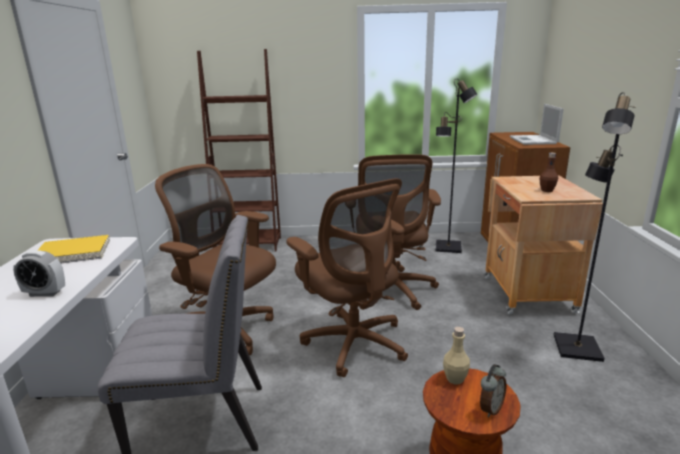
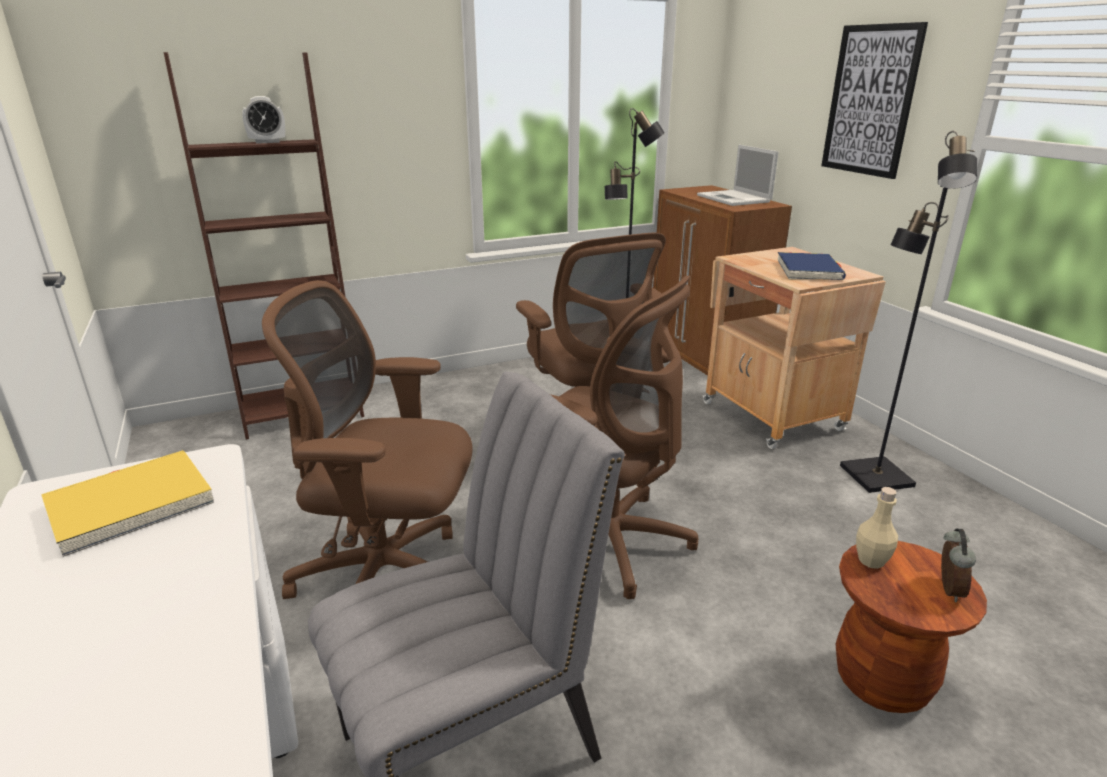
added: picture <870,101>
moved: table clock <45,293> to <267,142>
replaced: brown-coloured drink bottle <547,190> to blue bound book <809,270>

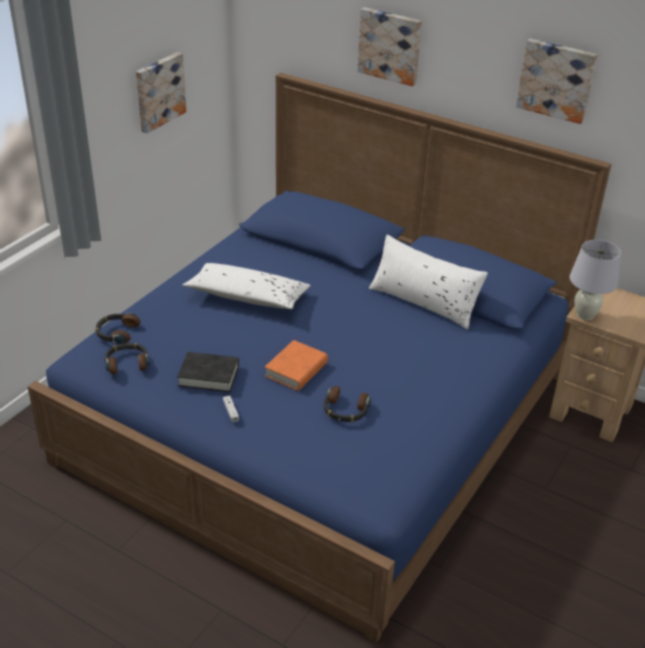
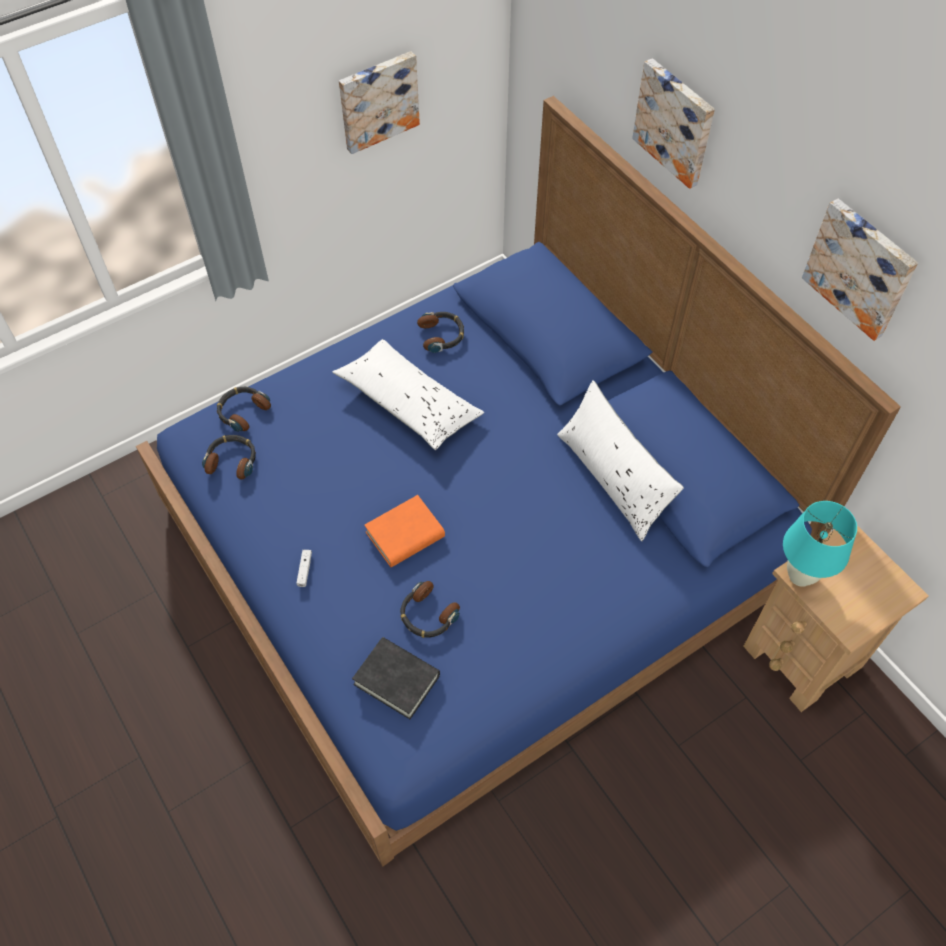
added: pair of headphones <442,335>
moved: black bound book <208,376> to <397,680>
recoloured: white lamp for a table <585,315> to turquoise lamp for a table <799,576>

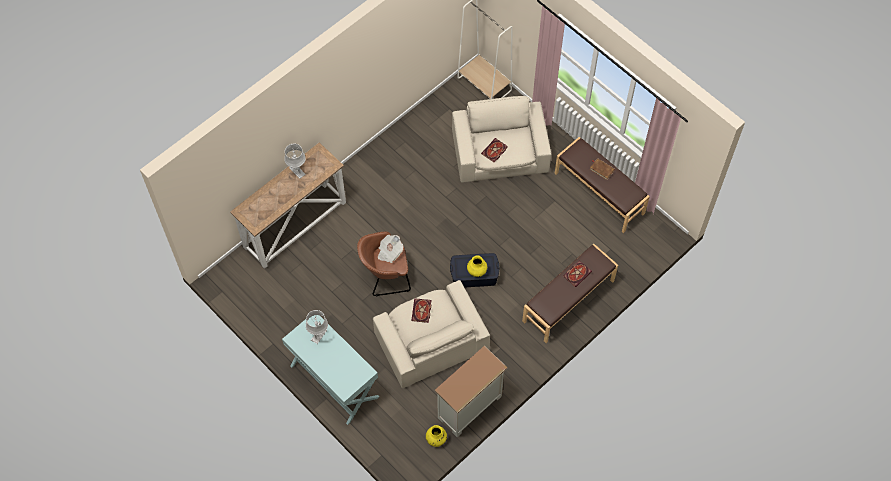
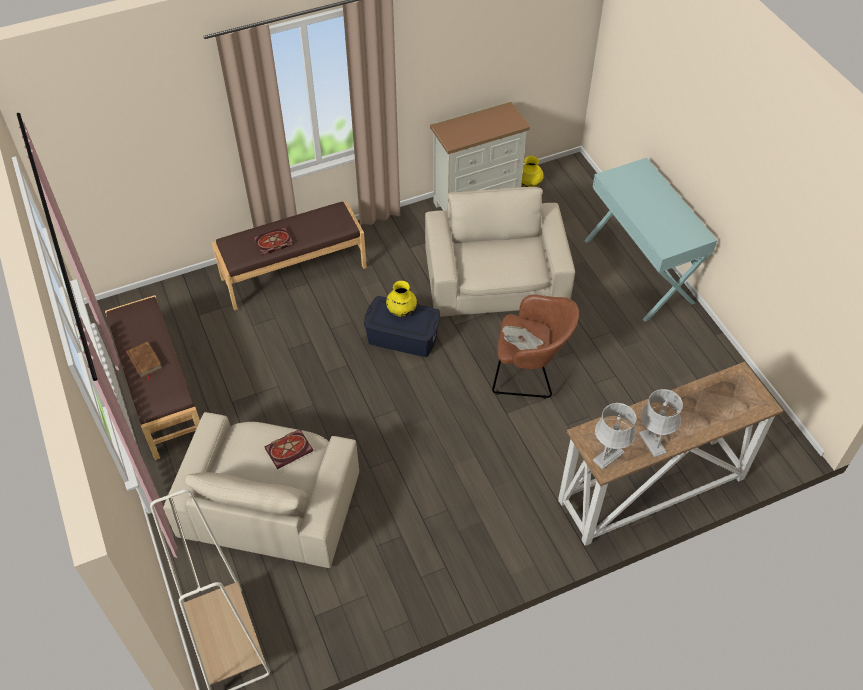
removed: bound book <422,311>
moved: gray lamp for a table <319,335> to <608,456>

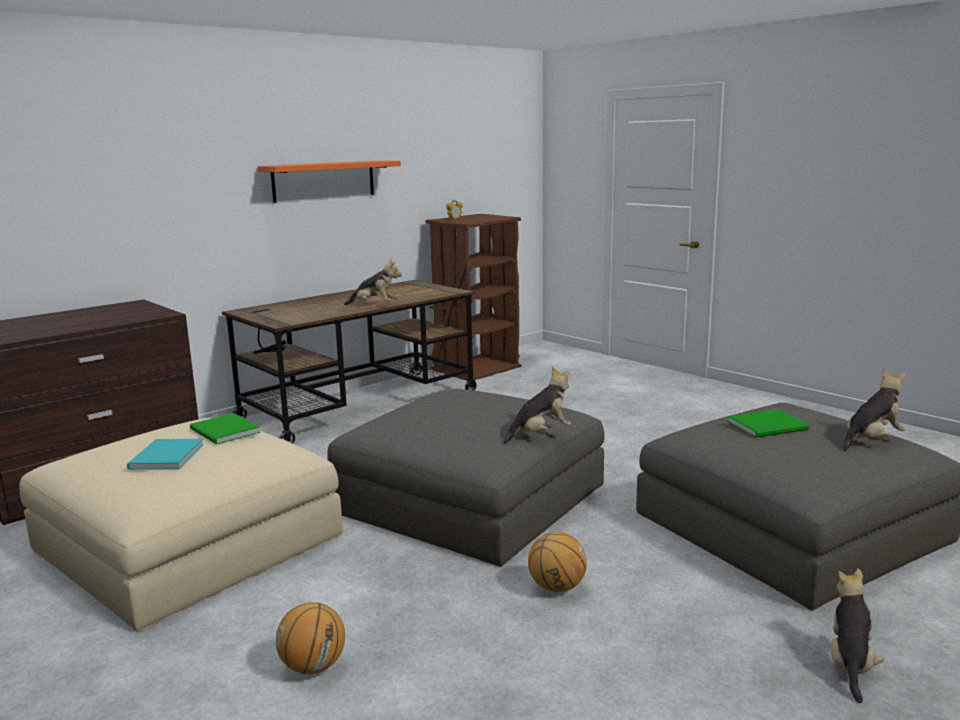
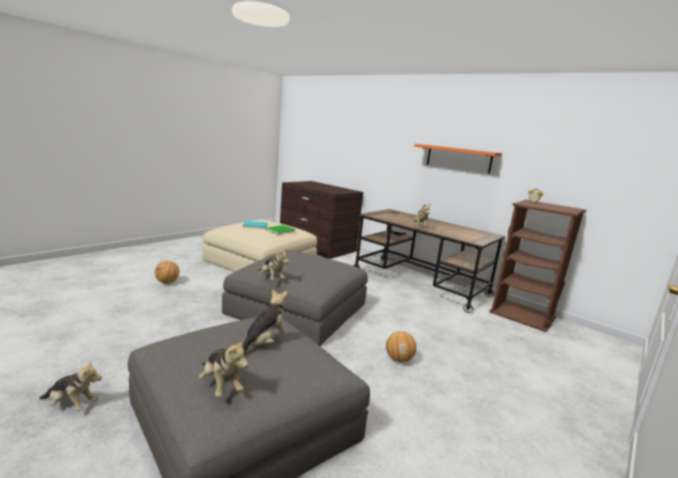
moved: basketball <556,587> to <398,359>
replaced: greenish bound book <770,426> to soft toy <264,343>

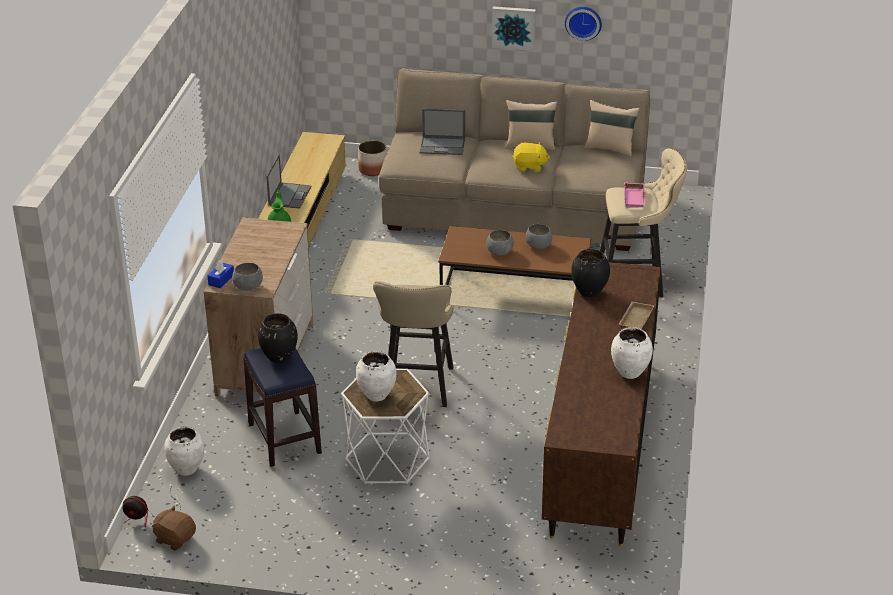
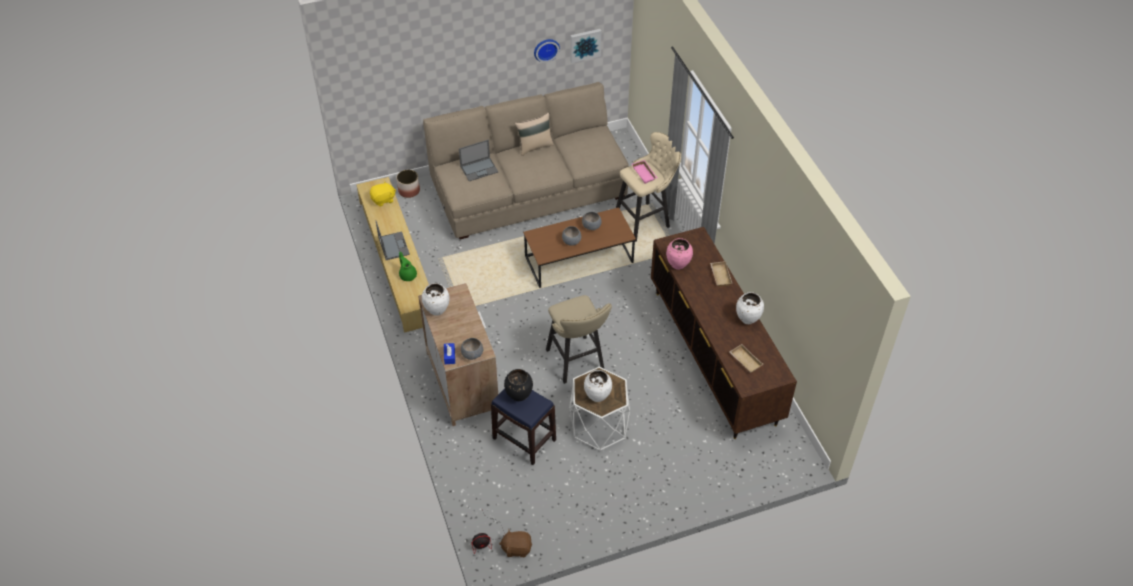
removed: beige throw pillow <610,148>
added: beige serving tray <744,360>
moved: yellow soft toy <529,166> to <383,200>; white flower vase <186,469> to <436,310>; picture <514,27> to <585,44>
recoloured: black flower vase <589,292> to pink-coloured flower vase <677,264>

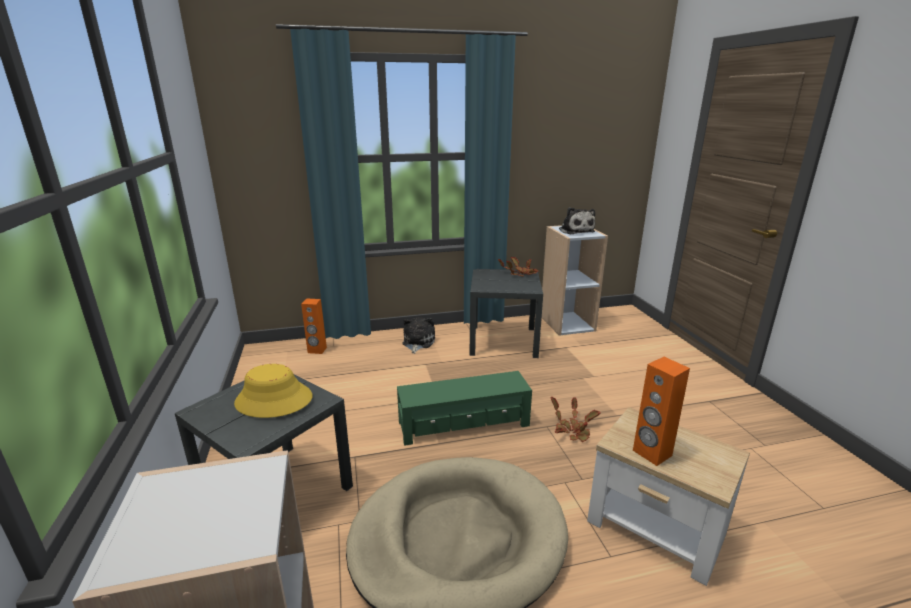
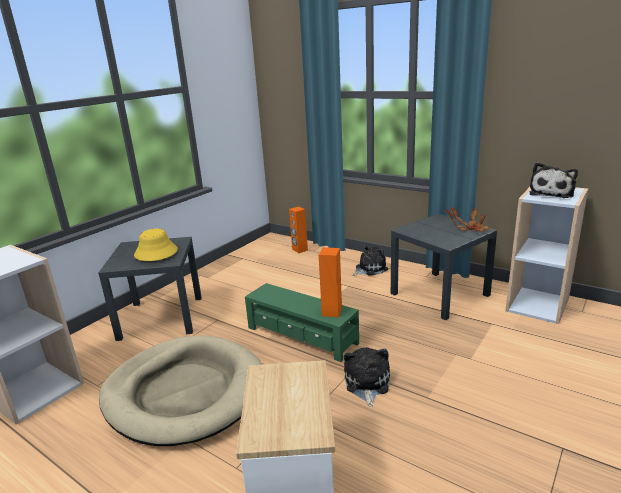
moved: orange-coloured audio speaker <651,453> to <331,311>
replaced: houseplant <572,430> to soft toy <366,384>

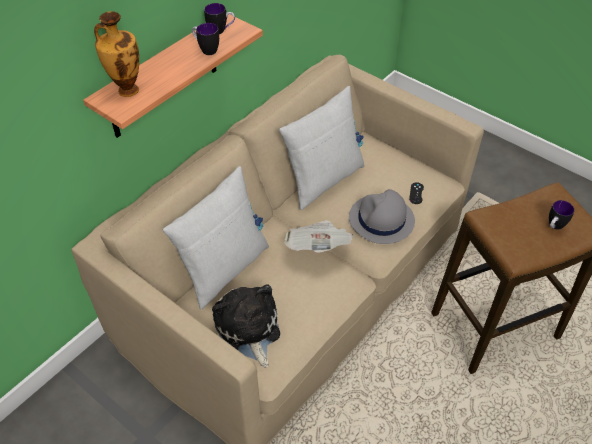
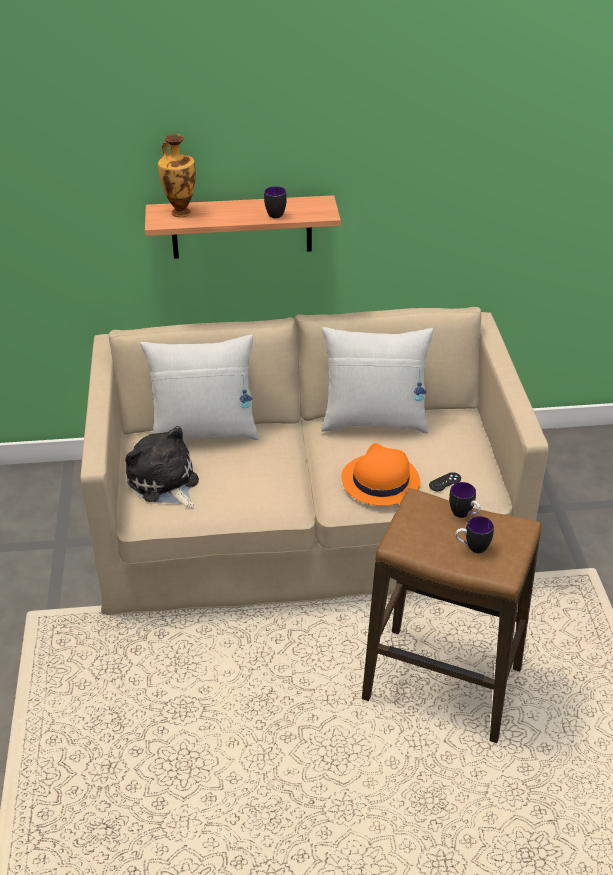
removed: daily paper <318,248>
moved: tea mug <221,31> to <464,515>
recoloured: gray wearable hat <381,220> to orange-coloured wearable hat <380,481>
turned: soft toy <248,330> = <164,483> 60 degrees counterclockwise

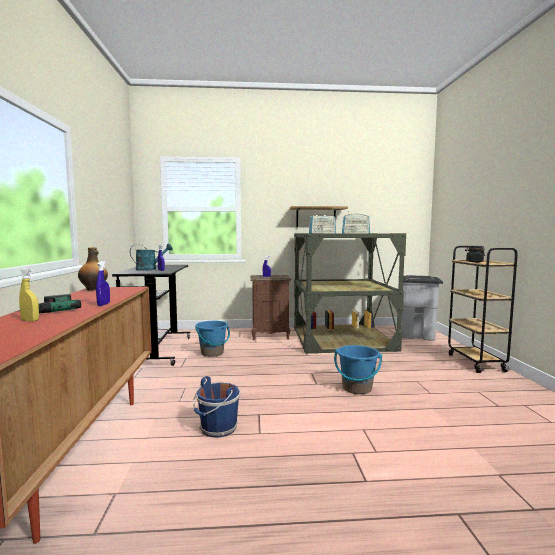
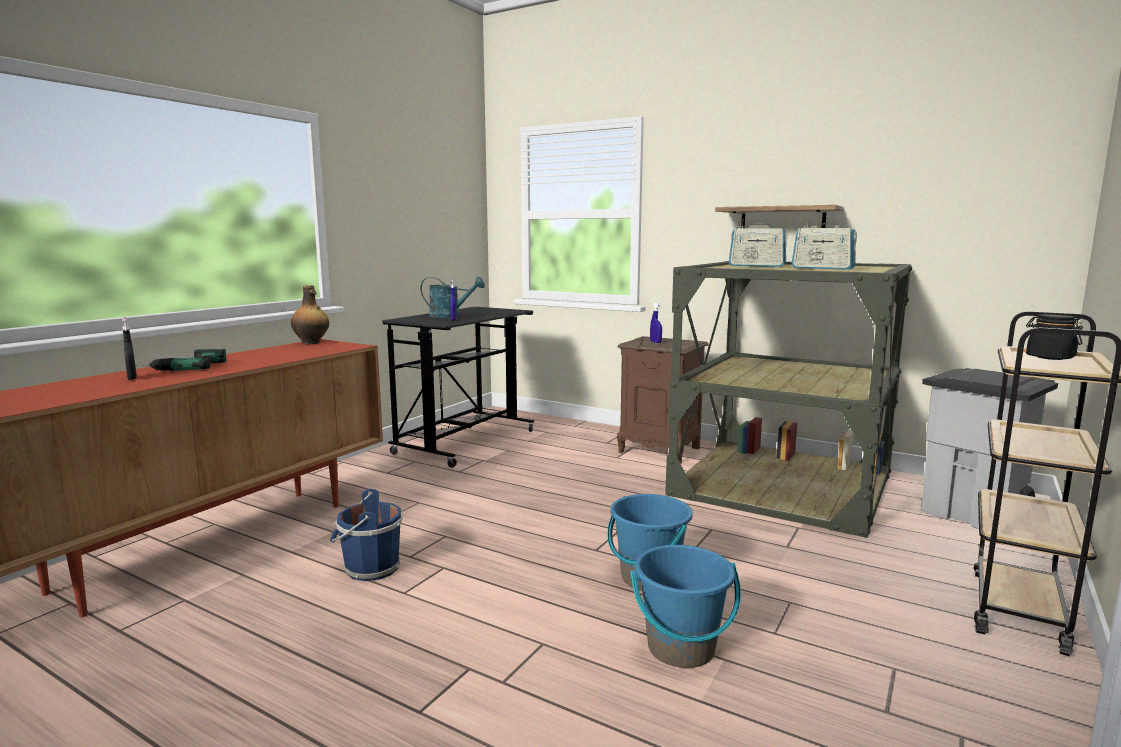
removed: blue spray bottle <103,304>
moved: blue bucket <212,353> to <681,649>
recoloured: yellow spray bottle <30,320> to black spray bottle <132,378>

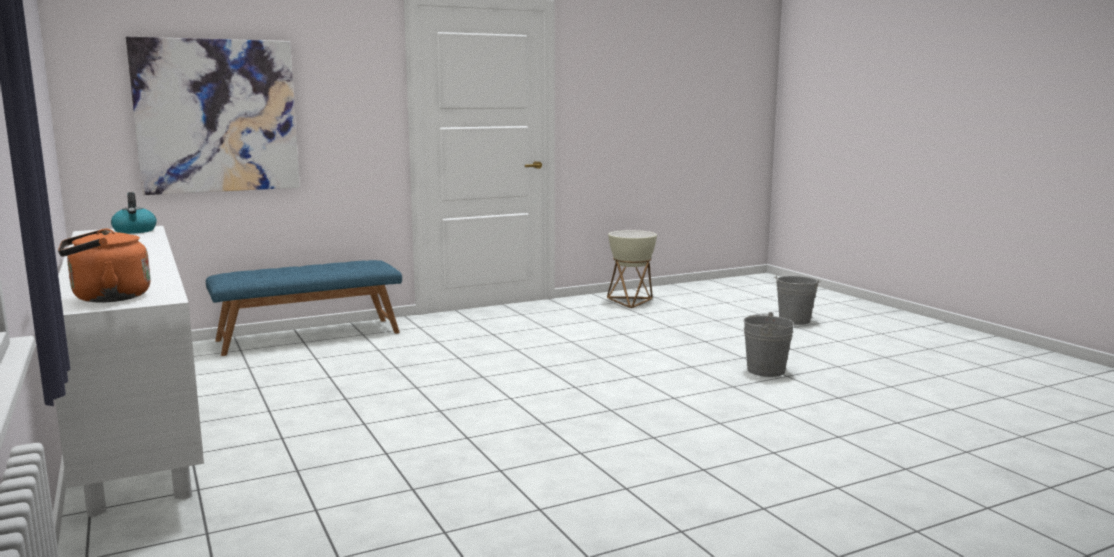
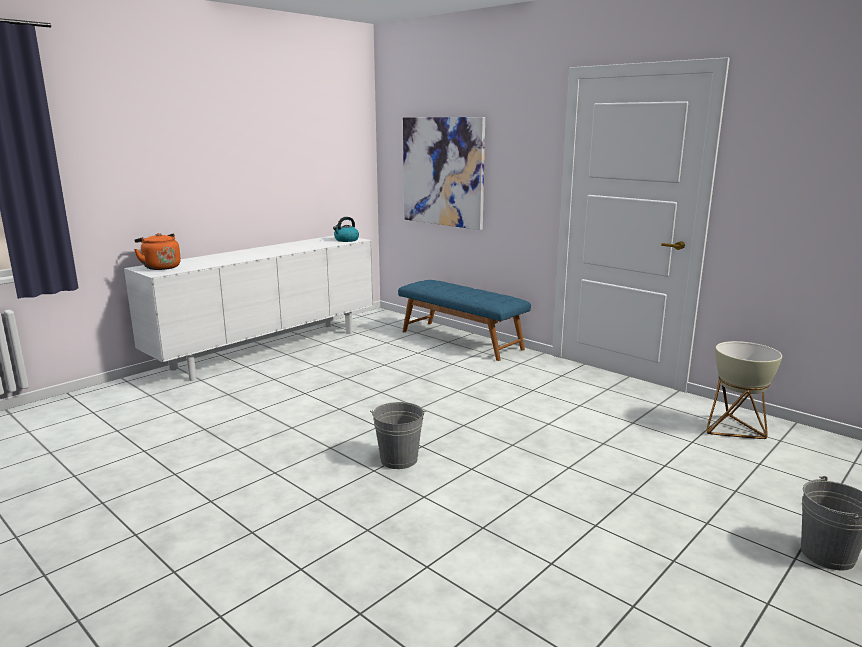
moved: gray bucket <766,370> to <399,459>

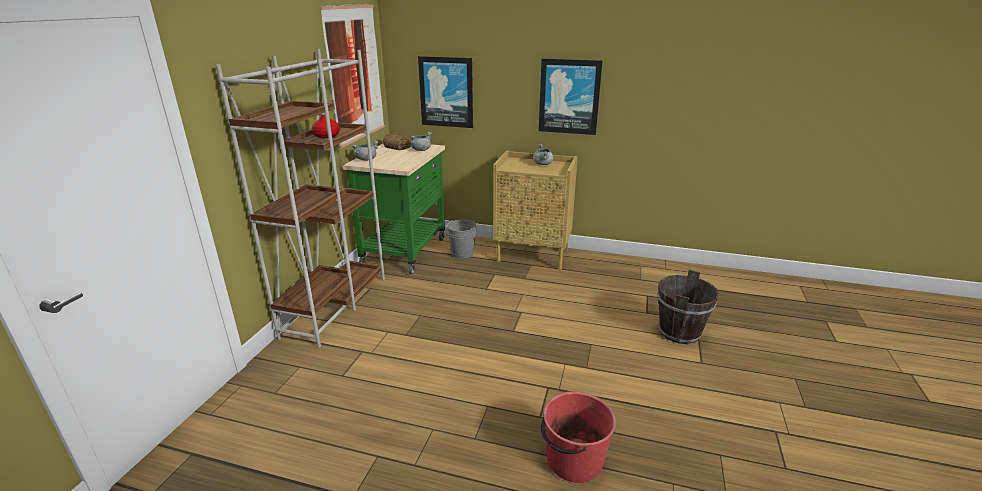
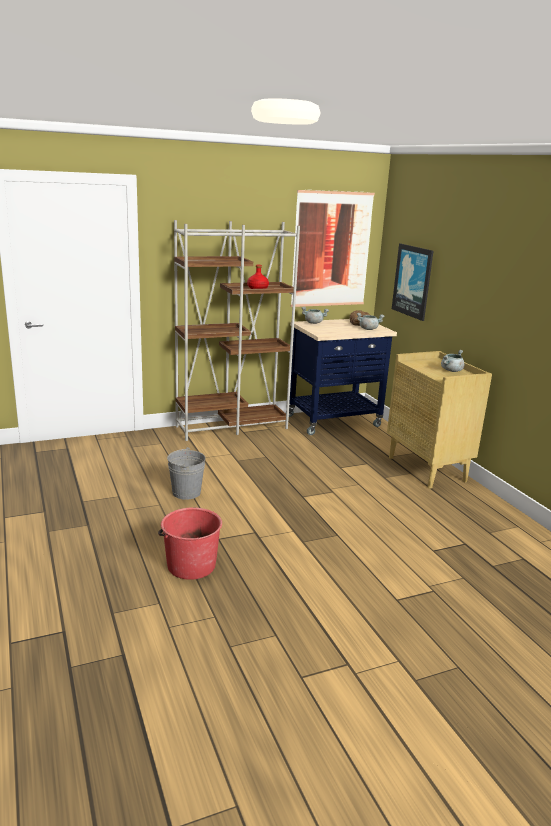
removed: picture <569,97>; brown-coloured bucket <679,332>
moved: gray bucket <462,253> to <186,492>
recoloured: greenish wheeled cart <404,251> to blue wheeled cart <333,421>

